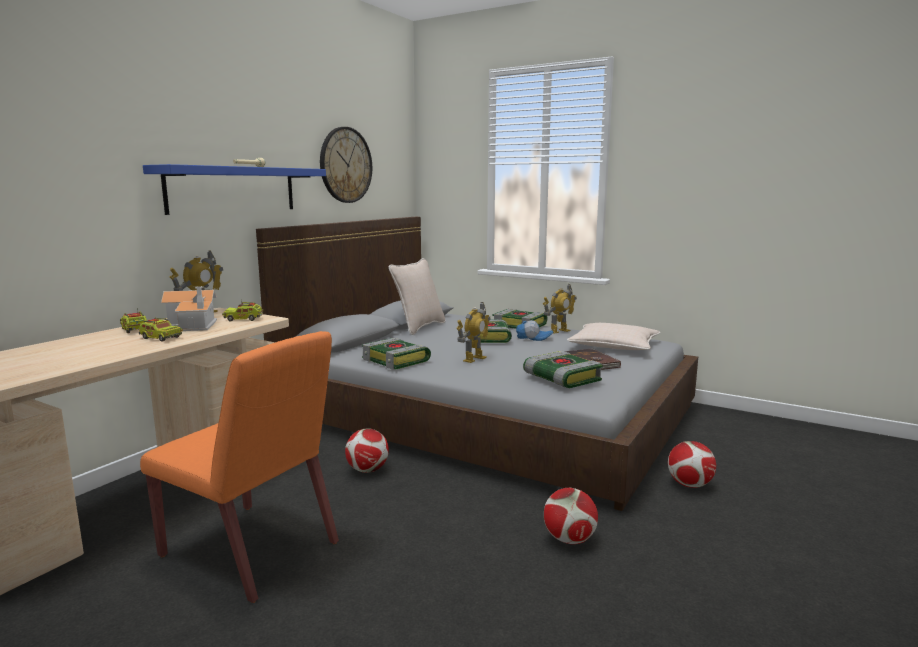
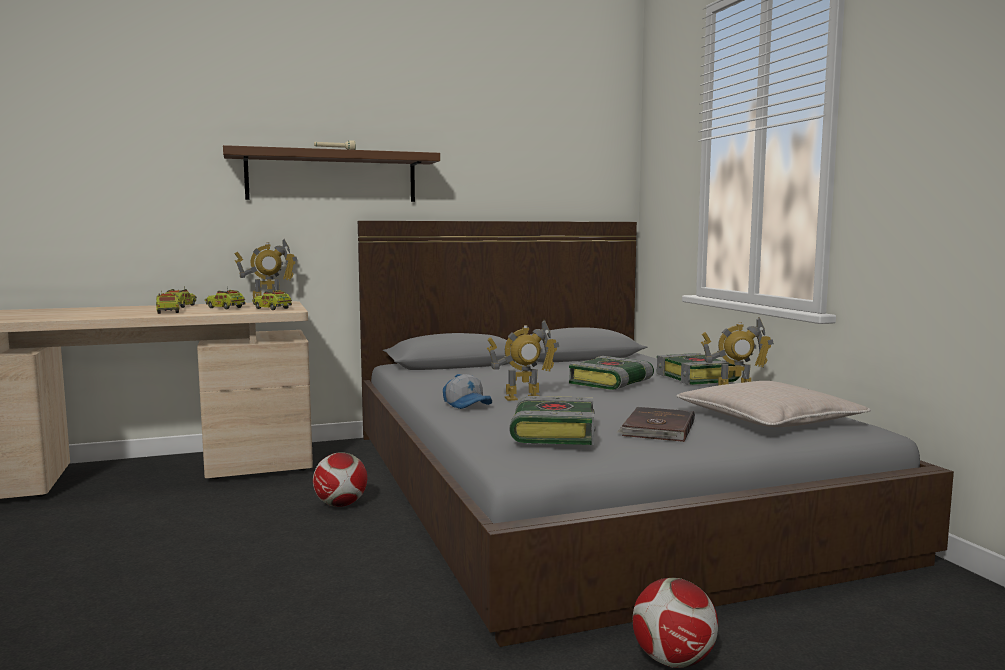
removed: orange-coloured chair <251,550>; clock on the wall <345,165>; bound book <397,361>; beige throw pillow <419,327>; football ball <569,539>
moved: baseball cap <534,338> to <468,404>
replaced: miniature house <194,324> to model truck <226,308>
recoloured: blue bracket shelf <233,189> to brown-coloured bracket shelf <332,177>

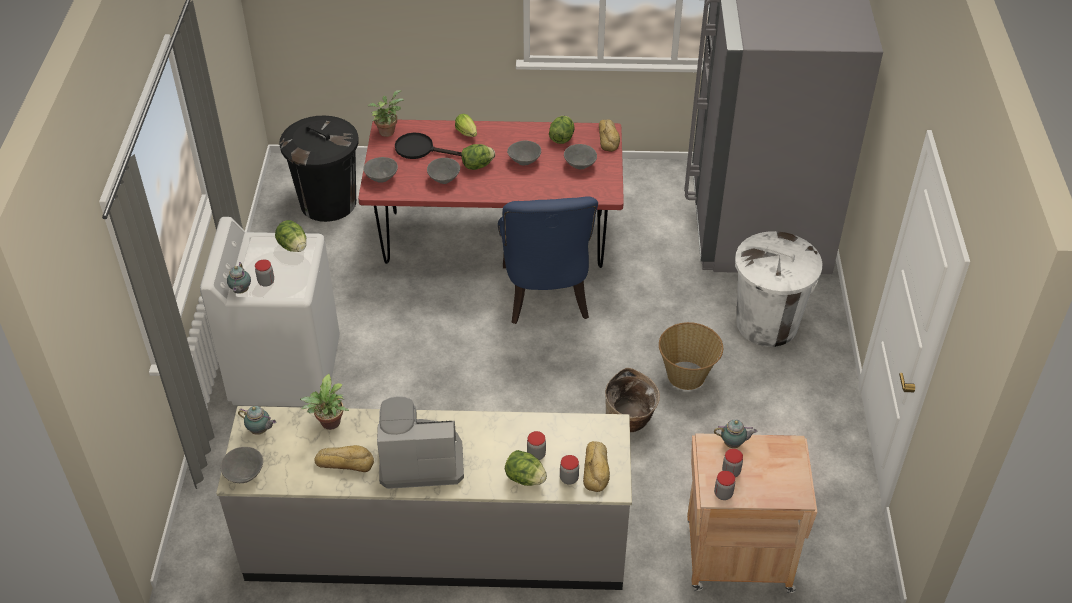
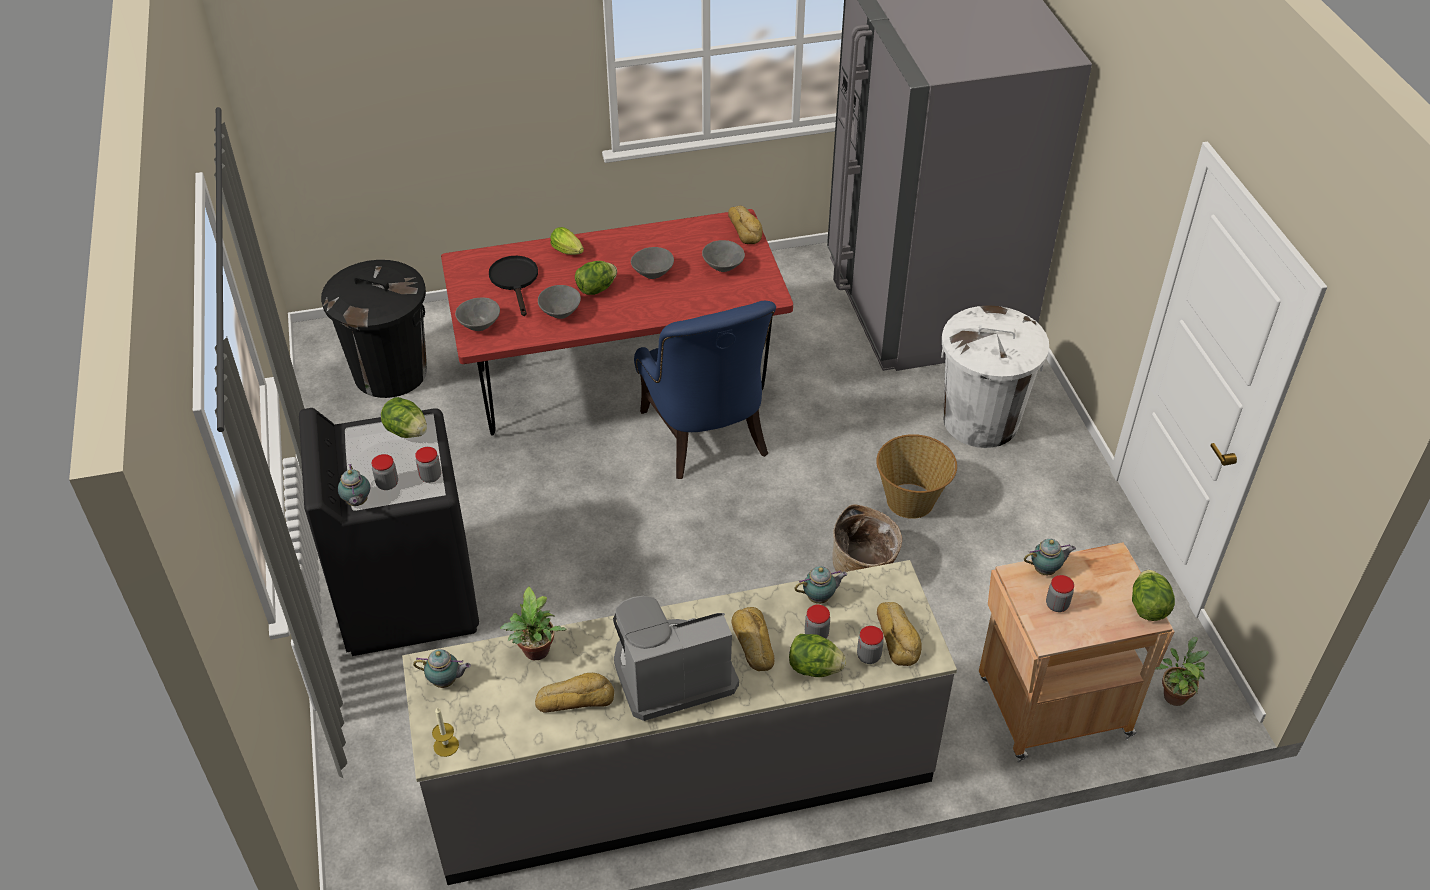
added: baked bread <752,643>; teapot <820,597>
moved: jar <723,494> to <430,476>; lettuce <561,138> to <1148,607>; houseplant <387,130> to <1174,694>
replaced: gray serving bowl <244,475> to wax light <446,745>
recoloured: white laundry machine <286,370> to black laundry machine <408,596>
turned: black frying pan <420,149> = <515,281> 75 degrees clockwise

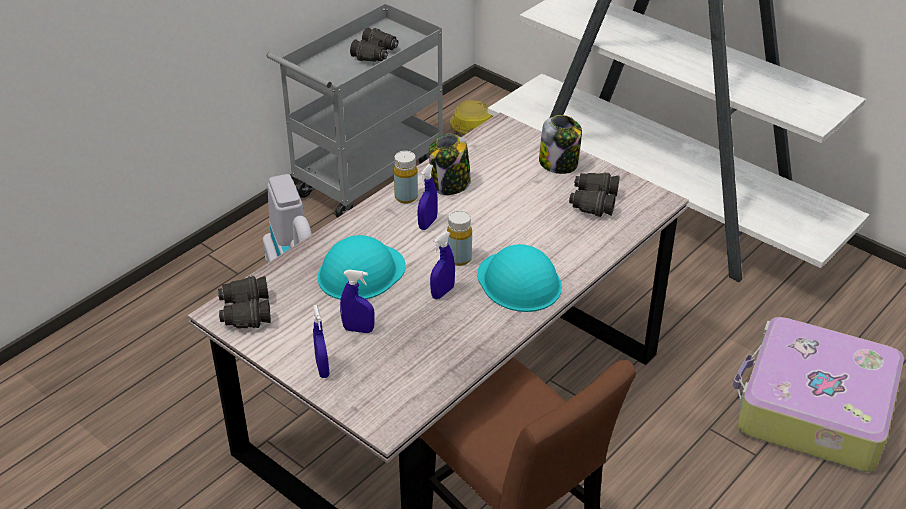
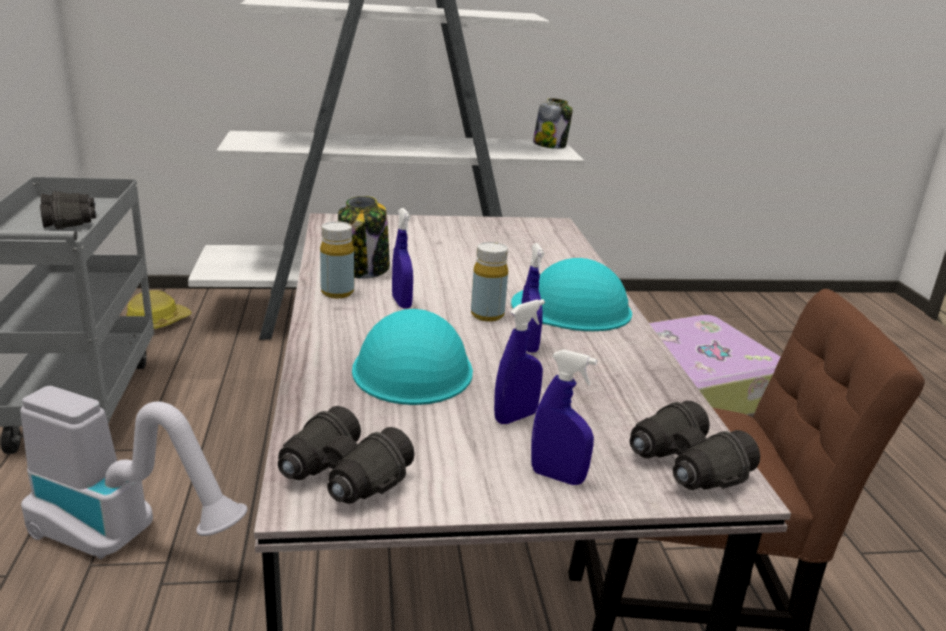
moved: jar <559,164> to <550,145>; black field glasses <593,202> to <685,466>

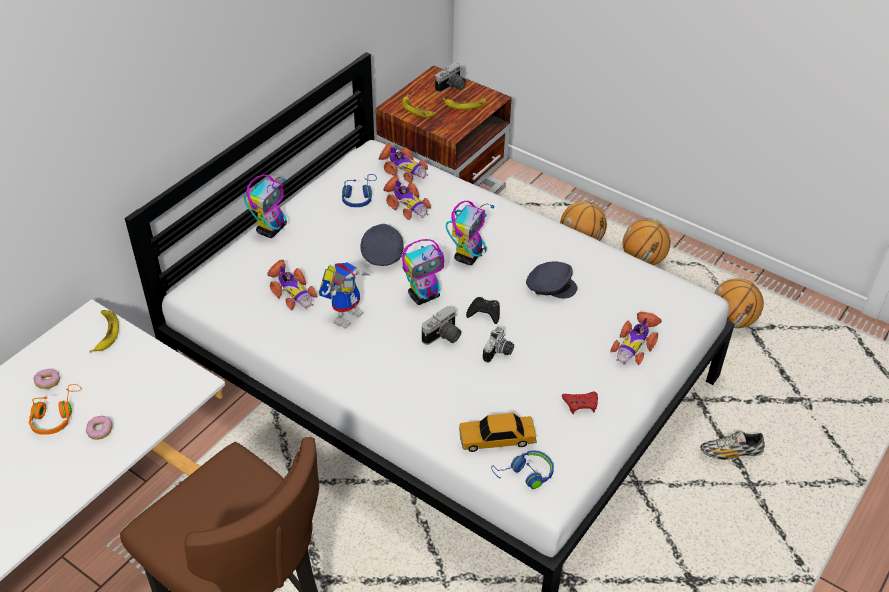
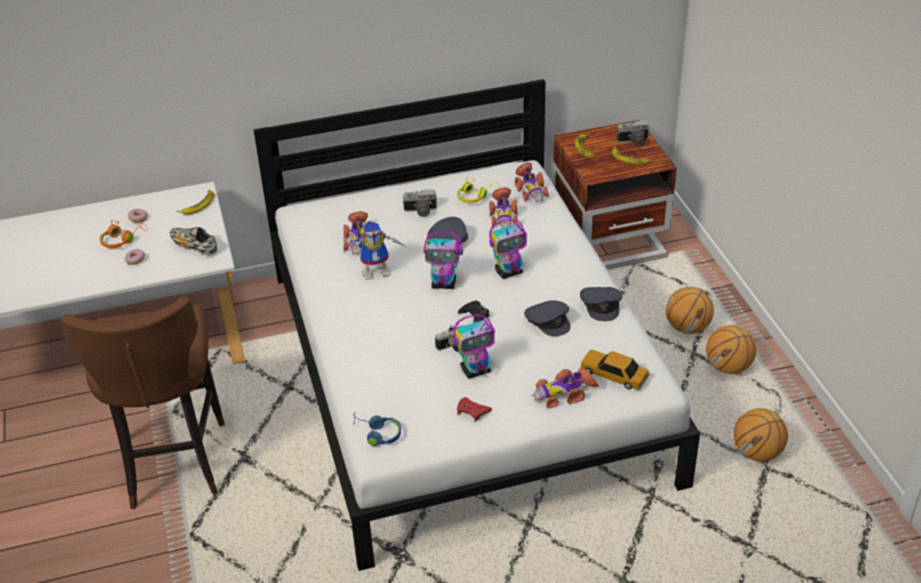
added: gray baseball cap <601,305>
moved: shoe <730,453> to <194,246>; still camera <443,337> to <420,211>; toy robot <271,229> to <476,370>; miniature car <496,438> to <614,375>
recoloured: blue pair of headphones <359,197> to yellow pair of headphones <475,196>

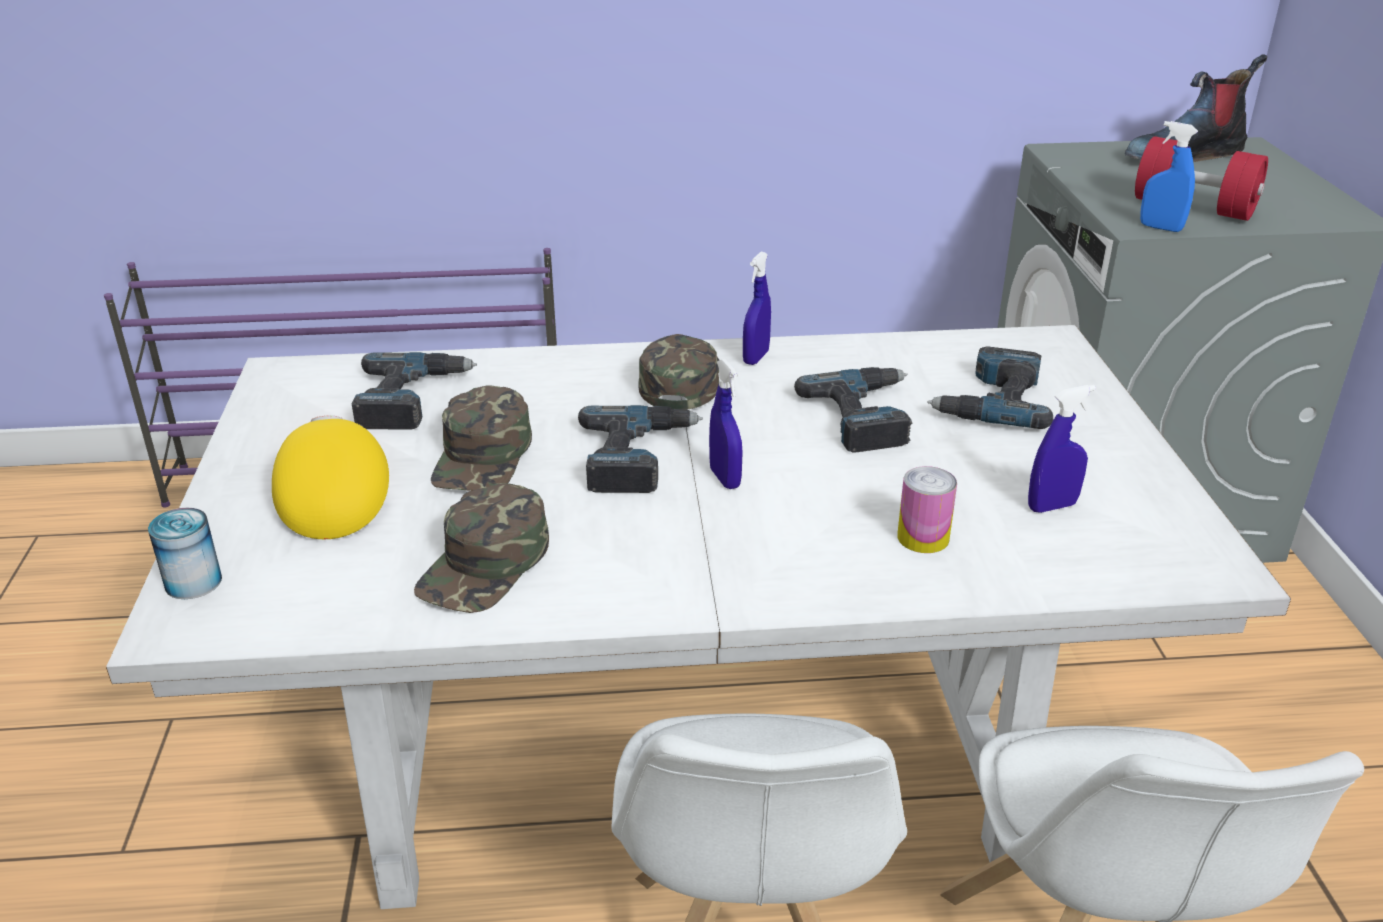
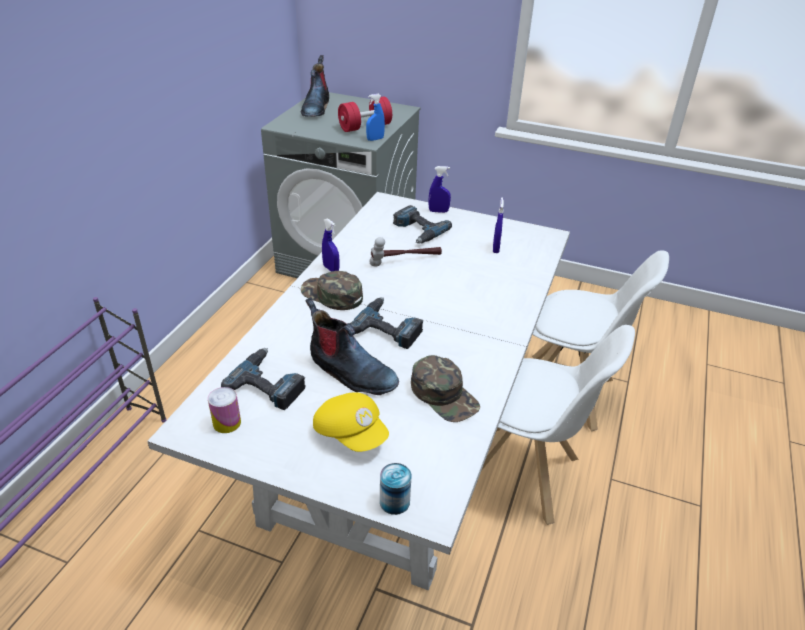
moved: sealed can <923,537> to <227,423>; blue spray bottle <725,478> to <438,211>
replaced: greenish baseball cap <484,456> to high-top boot <350,372>; drill <867,417> to hammer <405,261>
turned: yellow baseball cap <334,499> = <351,433> 150 degrees counterclockwise

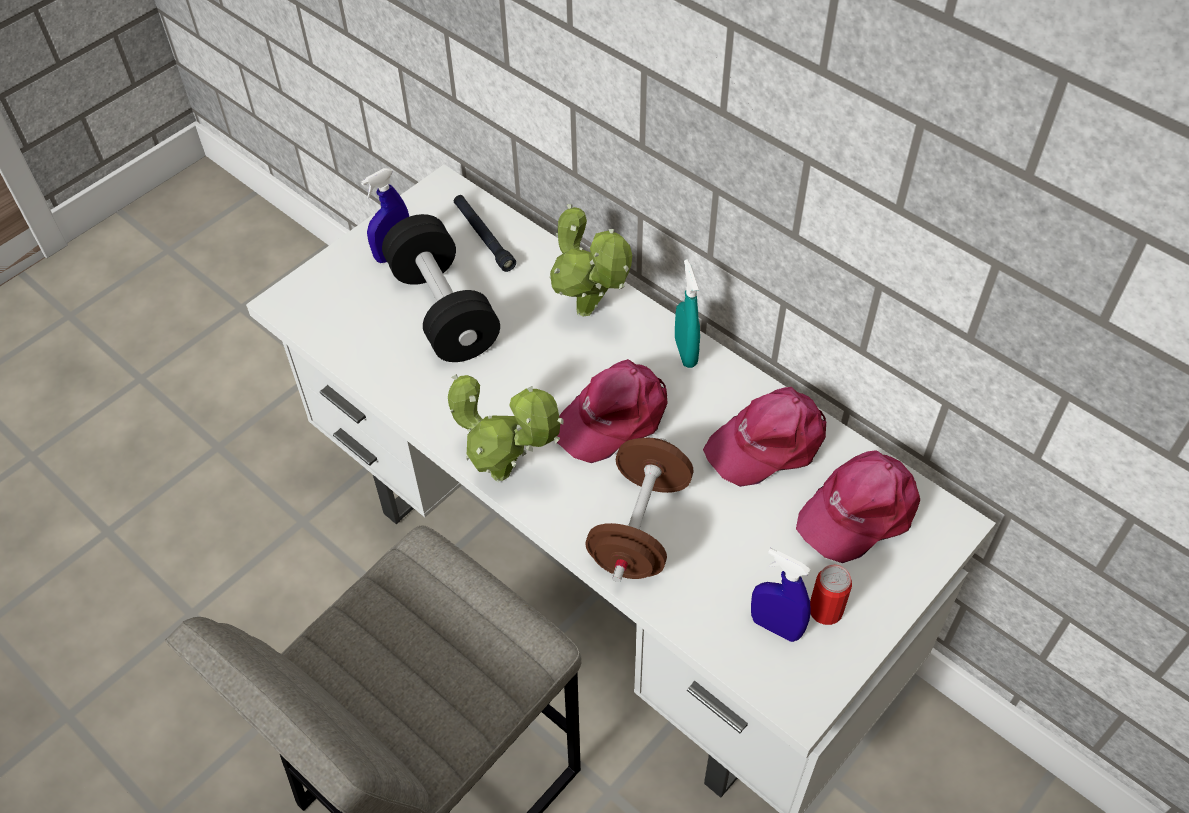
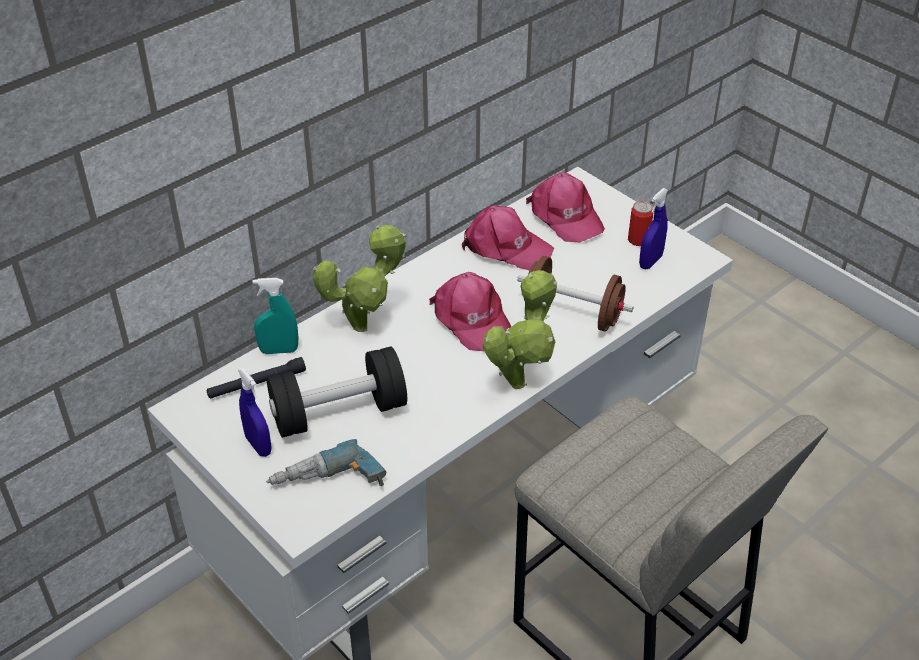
added: drill <328,486>
moved: turquoise spray bottle <685,352> to <279,350>
turned: pink-coloured baseball cap <768,442> = <506,247> 45 degrees counterclockwise

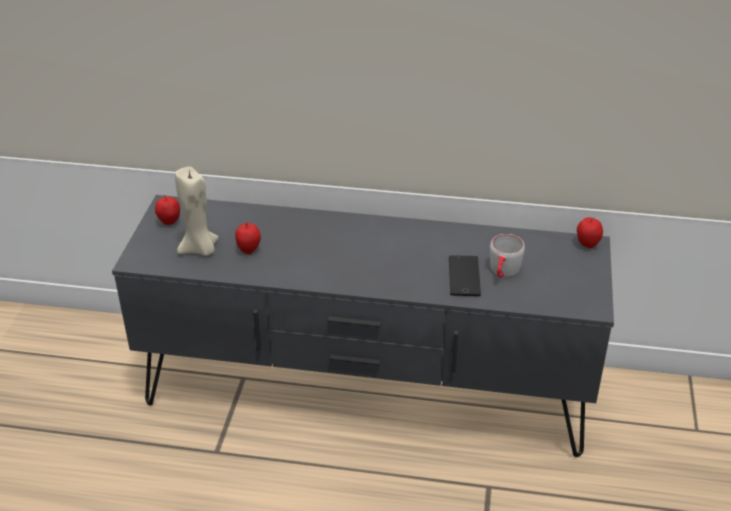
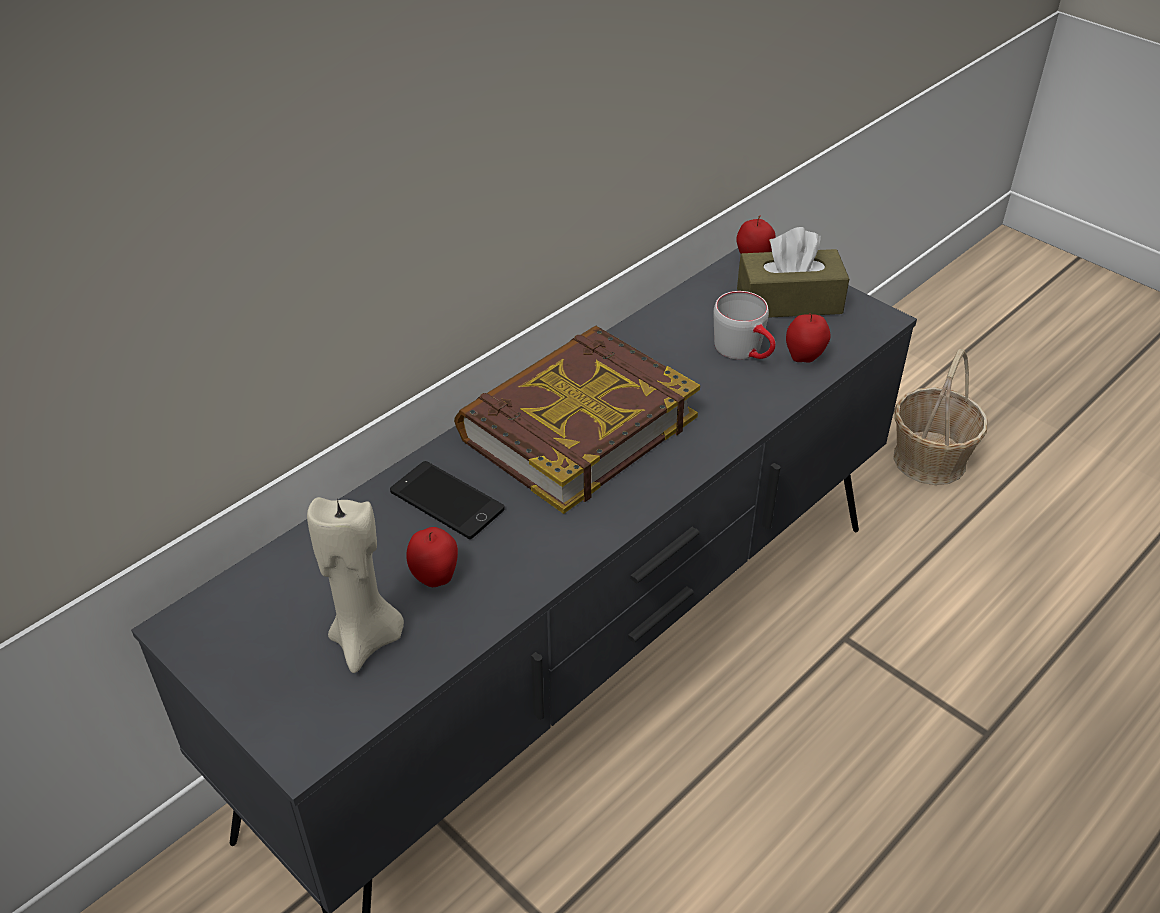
added: bound book <576,427>; brown-coloured tissue holder <789,301>; household basket <929,460>
moved: telephone <464,276> to <447,501>; apple fruit <169,222> to <804,358>

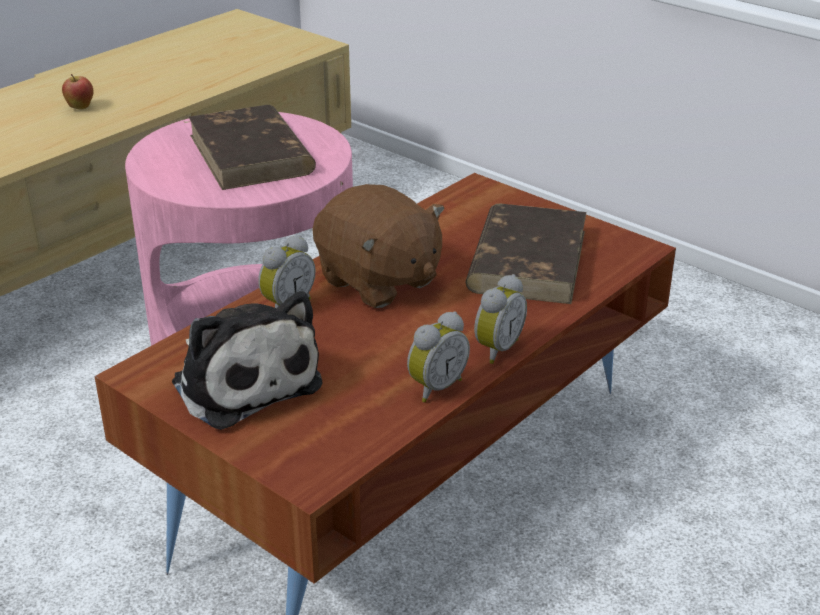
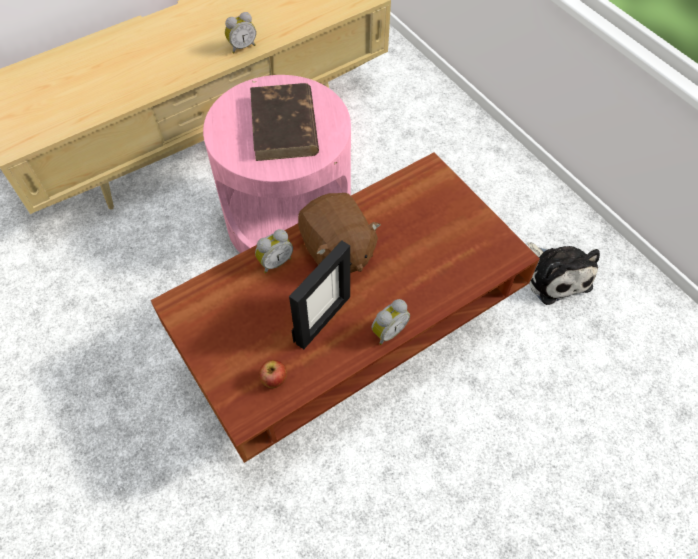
removed: brown-coloured bound book <527,259>
added: picture frame <322,319>
moved: table clock <435,387> to <242,46>; apple fruit <80,108> to <274,380>; soft toy <243,381> to <555,275>

